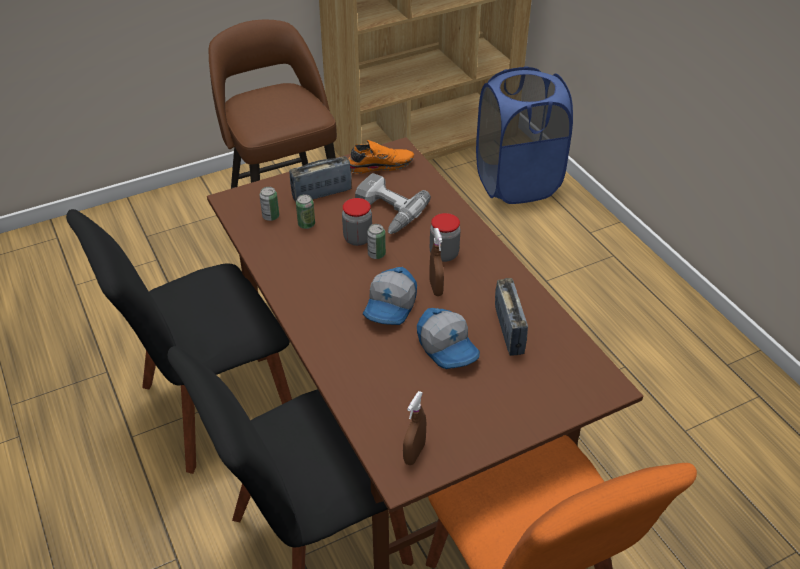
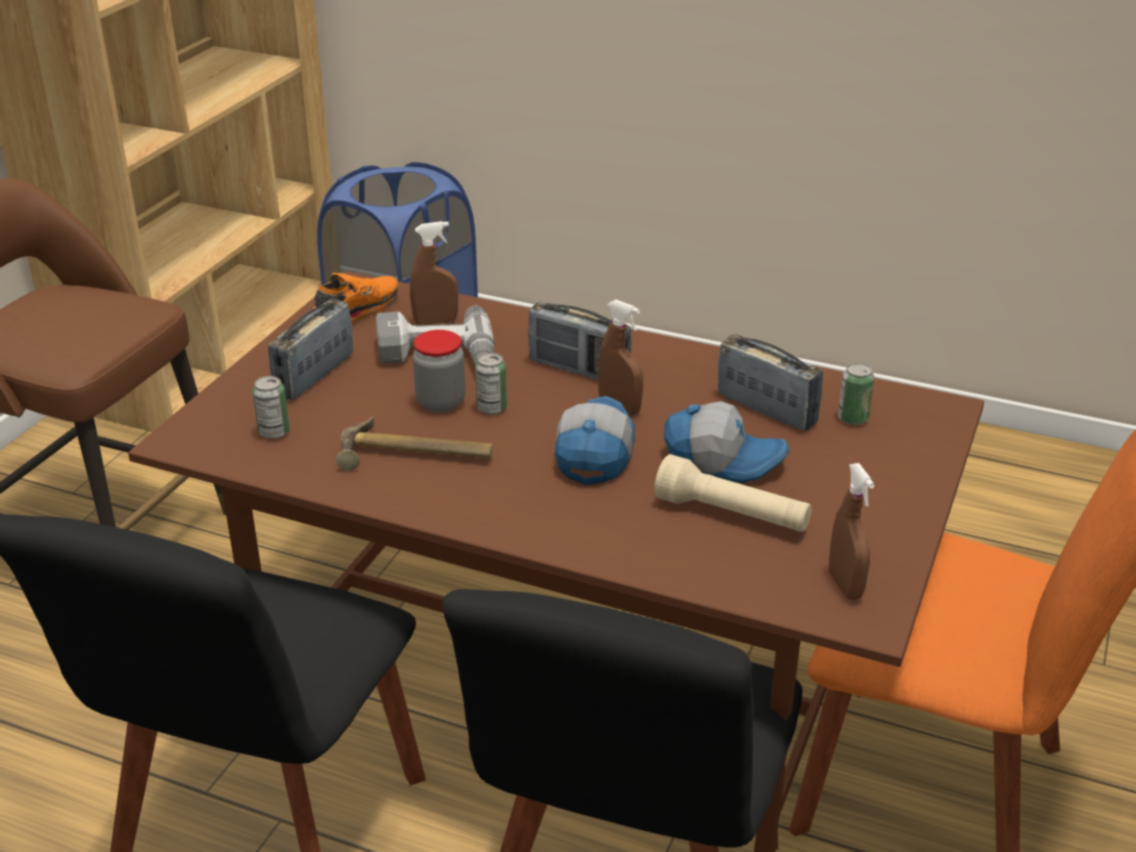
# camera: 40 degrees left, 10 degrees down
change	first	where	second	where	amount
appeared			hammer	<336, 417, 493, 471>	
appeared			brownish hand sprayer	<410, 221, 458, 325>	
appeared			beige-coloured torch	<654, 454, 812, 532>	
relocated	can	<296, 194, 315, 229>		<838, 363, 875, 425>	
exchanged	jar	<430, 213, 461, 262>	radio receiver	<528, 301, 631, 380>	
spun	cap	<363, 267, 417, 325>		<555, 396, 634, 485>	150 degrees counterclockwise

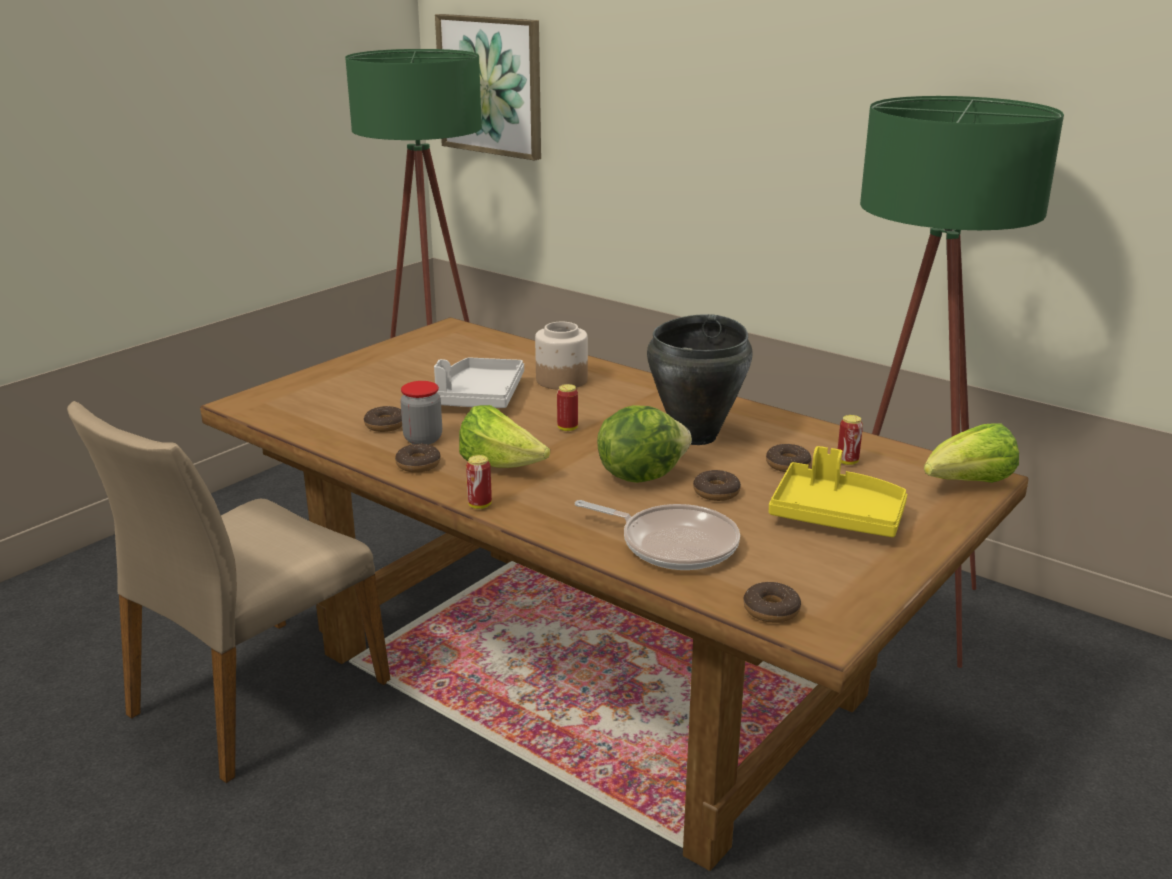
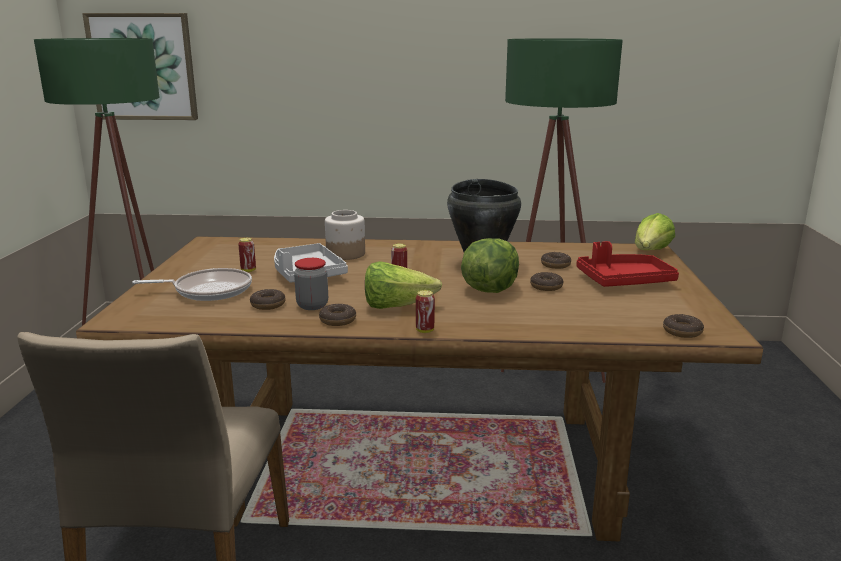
# camera: 35 degrees left, 5 degrees down
change	first	where	second	where	amount
relocated	skillet	<575, 500, 740, 570>		<132, 268, 252, 301>	
relocated	can	<838, 415, 863, 465>		<238, 238, 256, 272>	
colour	yellow-coloured carrying tray	<769, 446, 907, 537>	red-coloured carrying tray	<577, 241, 679, 287>	

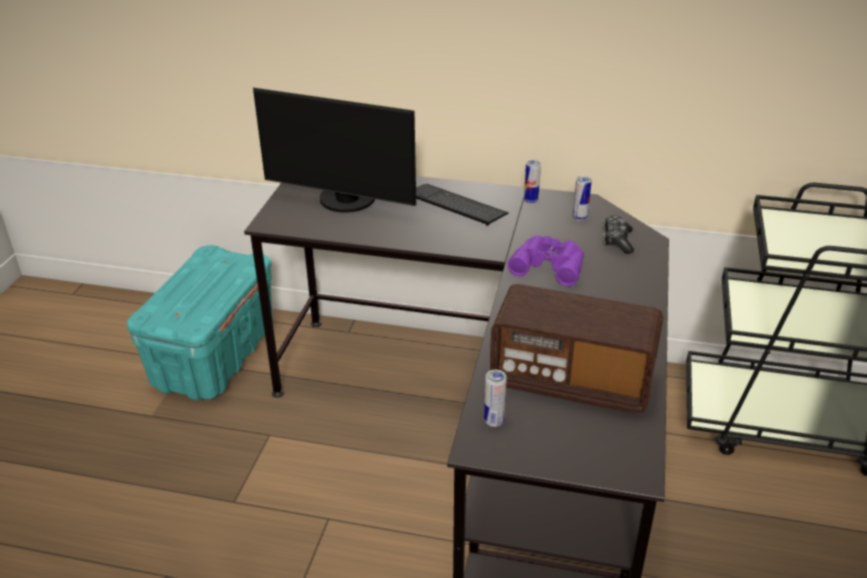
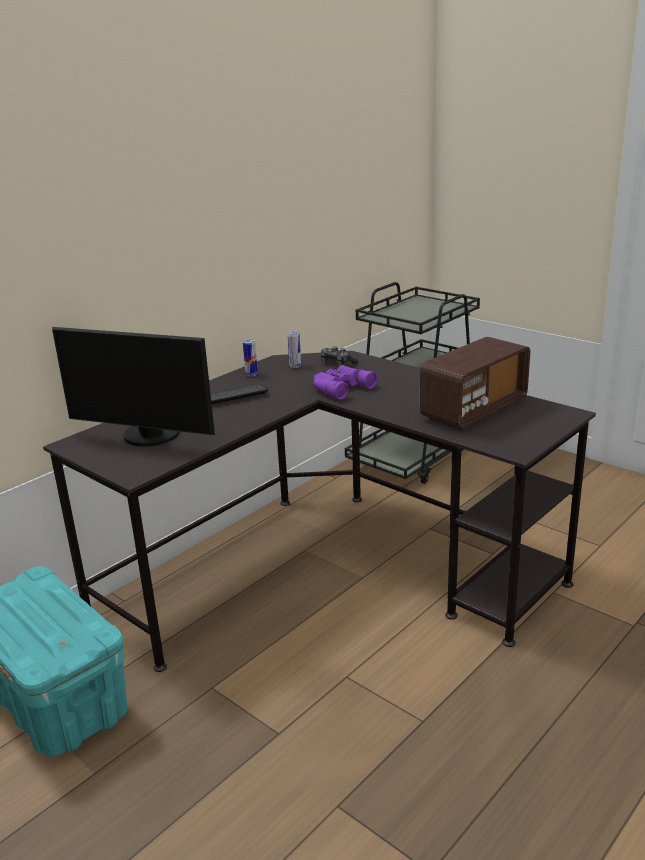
# camera: 60 degrees left, 10 degrees down
change	first	where	second	where	amount
missing	can	<484, 370, 507, 427>			
spun	computer display	<253, 88, 416, 213>		<52, 327, 215, 447>	60 degrees clockwise

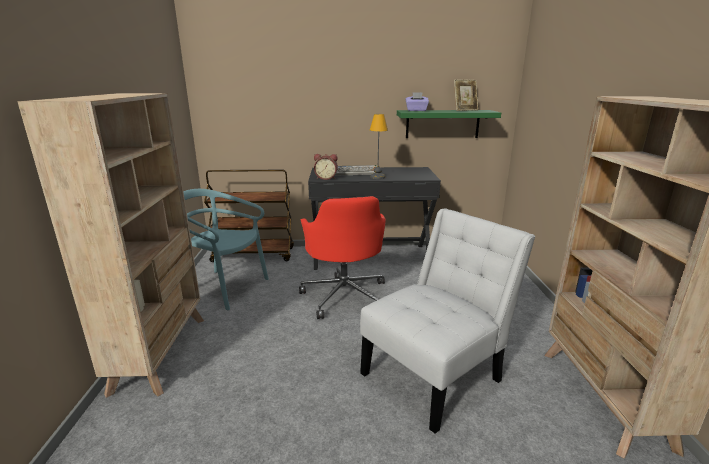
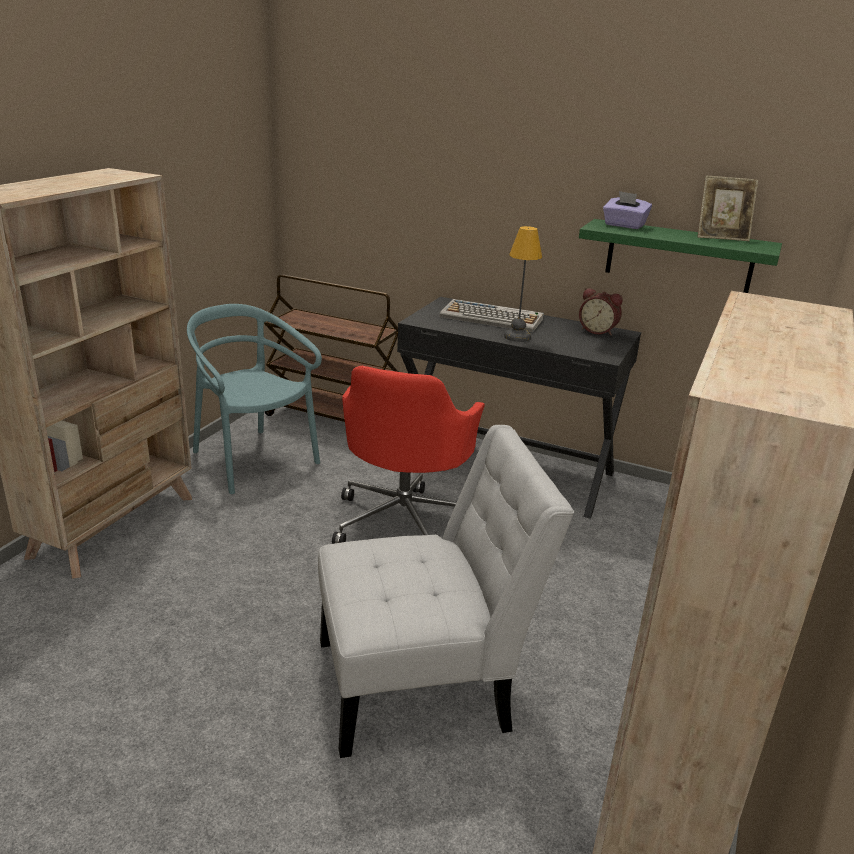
# camera: 25 degrees right, 5 degrees up
change	first	where	second	where	amount
relocated	table clock	<314, 154, 338, 180>		<579, 288, 623, 336>	

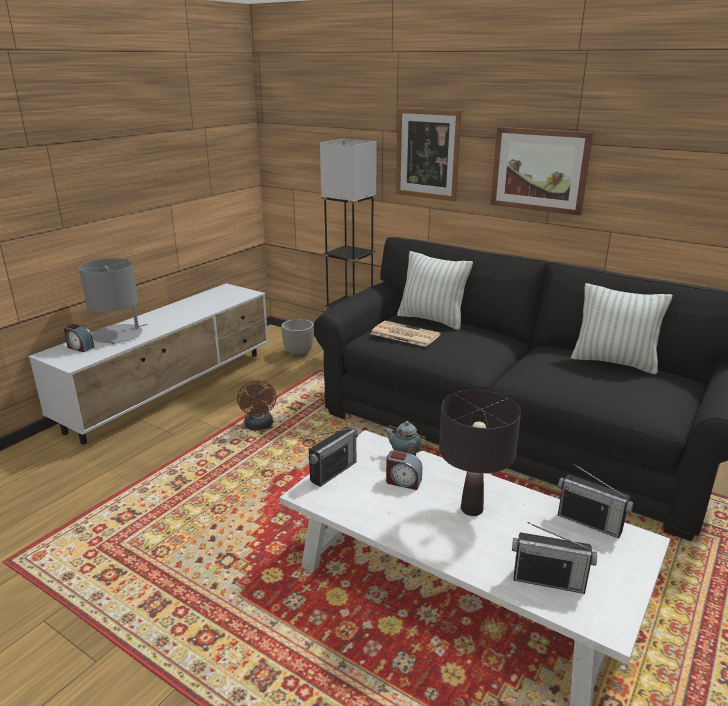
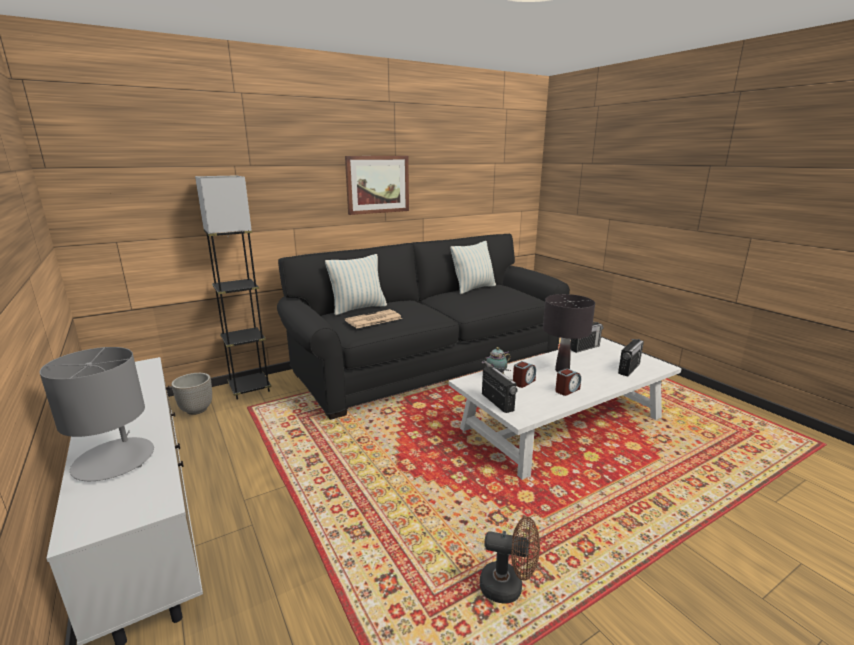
# camera: 65 degrees left, 5 degrees down
change	first	where	second	where	amount
missing	wall picture	<396, 108, 462, 201>			
relocated	table clock	<64, 324, 94, 352>		<555, 368, 581, 396>	
relocated	brownish fan	<237, 380, 277, 430>		<480, 517, 540, 603>	

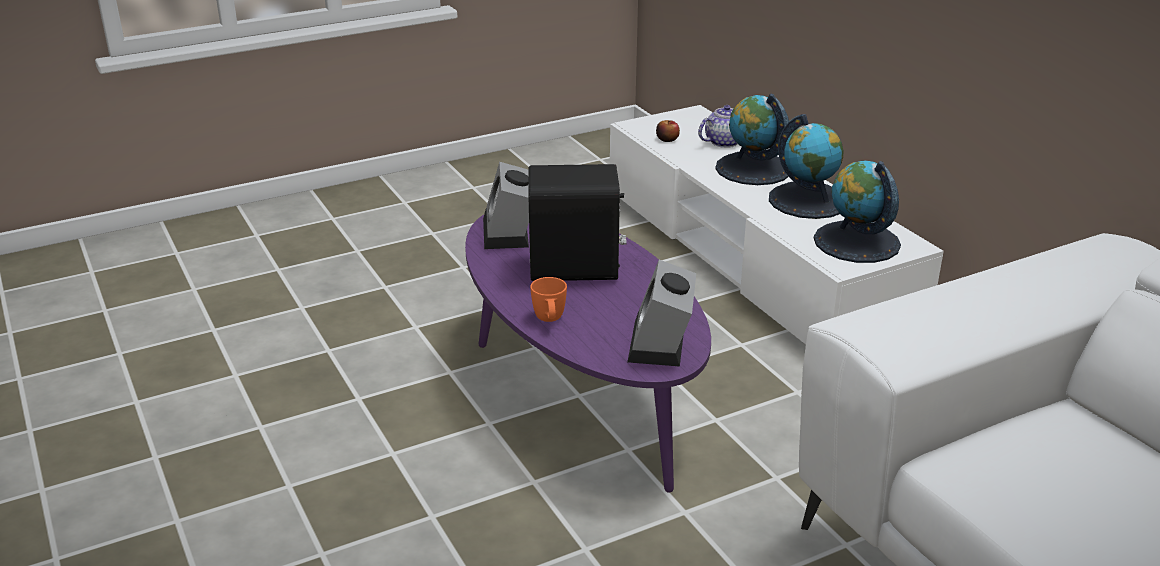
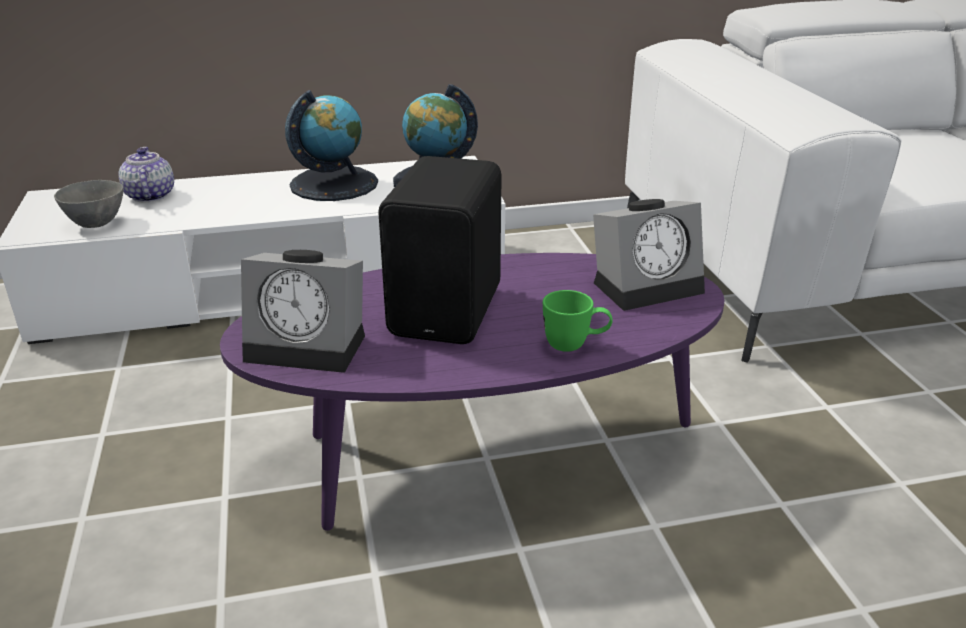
# camera: 75 degrees left, 0 degrees up
change	first	where	second	where	amount
missing	world globe	<715, 93, 789, 185>			
exchanged	whole apple	<656, 120, 680, 142>	gray deep dish	<54, 180, 123, 228>	
colour	orangey mug	<530, 277, 567, 322>	green-coloured mug	<543, 290, 613, 352>	
spun	table clock	<627, 260, 696, 367>		<593, 199, 705, 311>	45 degrees counterclockwise

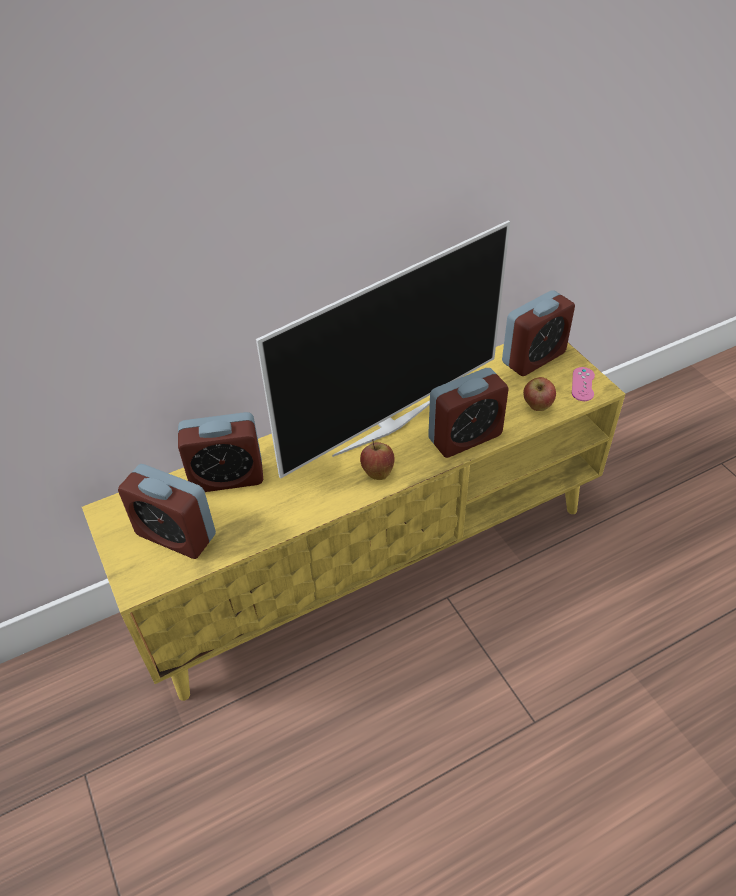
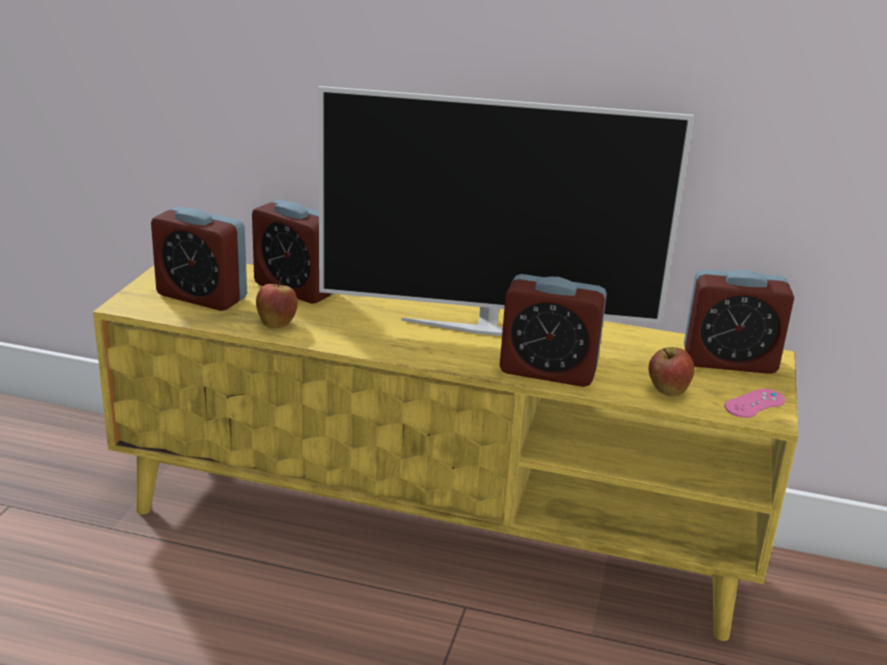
# camera: 40 degrees right, 20 degrees down
change	first	where	second	where	amount
relocated	whole apple	<360, 439, 394, 480>		<256, 276, 298, 329>	
spun	table clock	<118, 464, 216, 559>		<151, 206, 247, 311>	45 degrees counterclockwise

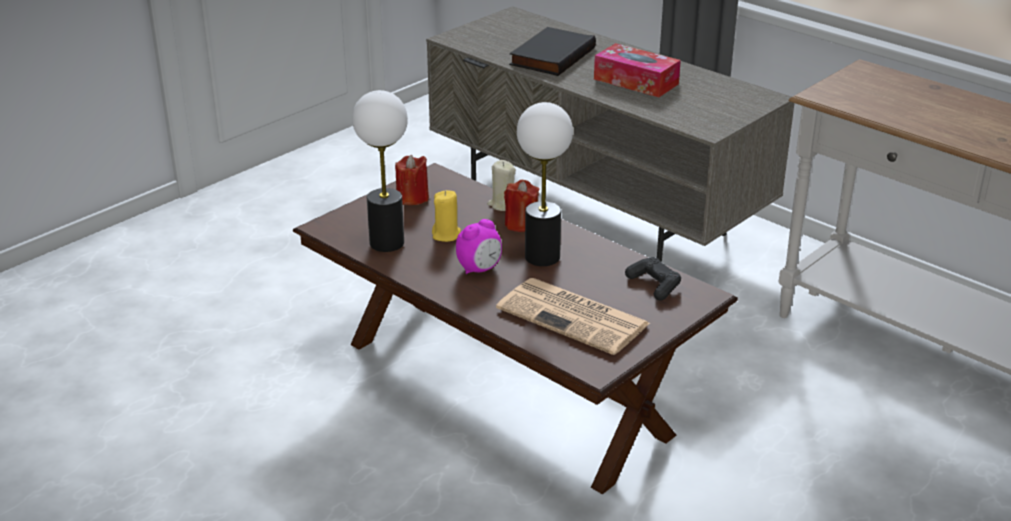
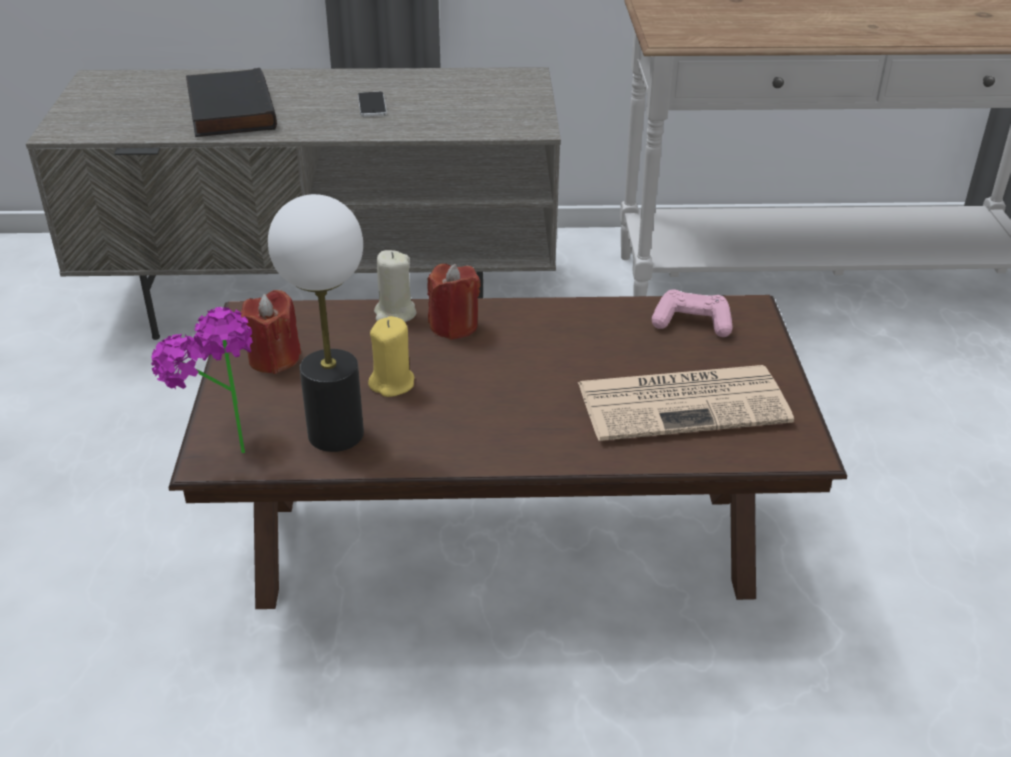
# camera: 45 degrees left, 5 degrees up
change	first	where	second	where	amount
missing	table clock	<456, 219, 502, 274>			
missing	table lamp	<517, 102, 573, 266>			
appeared			houseplant	<151, 307, 253, 453>	
exchanged	box of tissues	<594, 43, 681, 97>	handset	<358, 92, 387, 117>	
colour	black-coloured joypad	<625, 257, 681, 300>	pink joypad	<652, 290, 732, 337>	

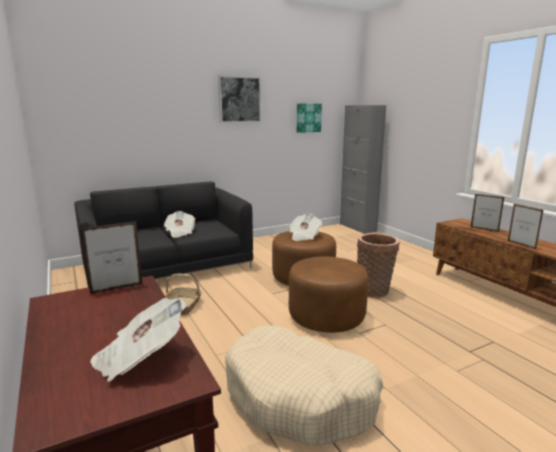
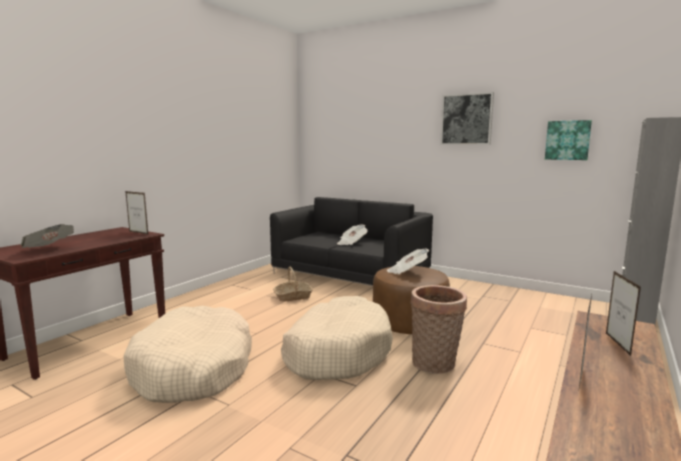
# camera: 60 degrees right, 5 degrees down
change	first	where	second	where	amount
exchanged	brownish footrest	<289, 257, 368, 333>	beige-coloured pet bed	<281, 296, 393, 380>	

